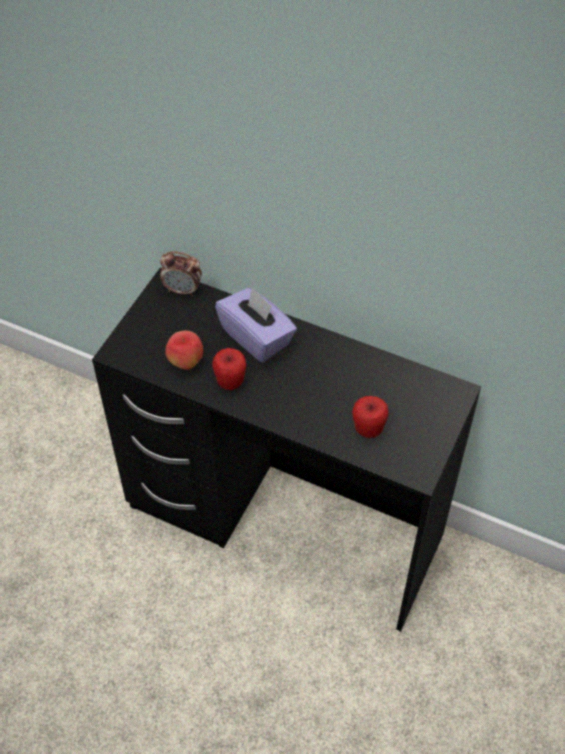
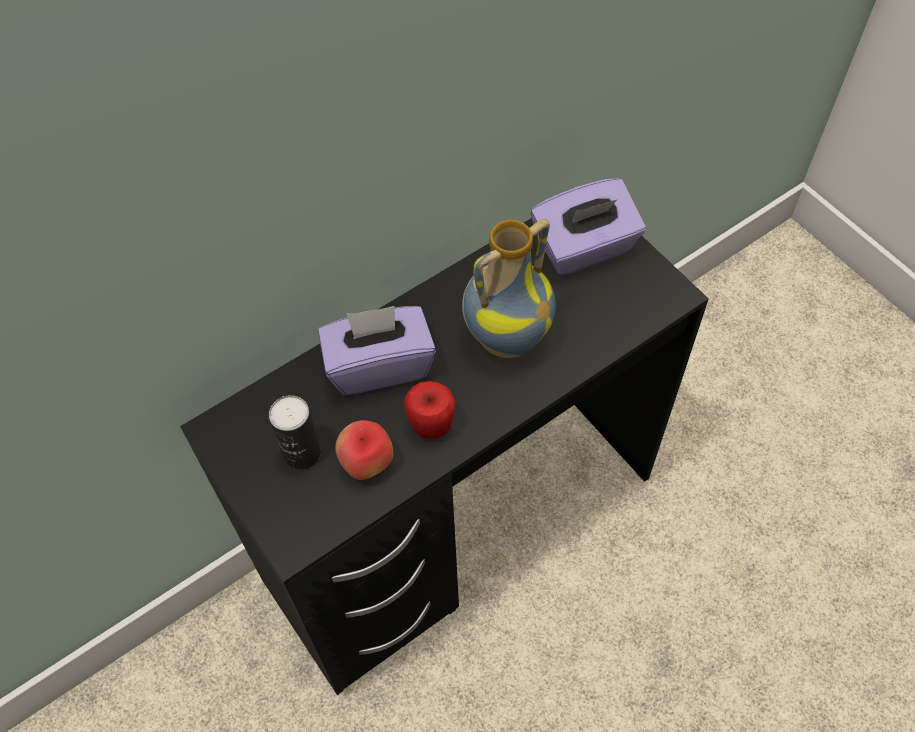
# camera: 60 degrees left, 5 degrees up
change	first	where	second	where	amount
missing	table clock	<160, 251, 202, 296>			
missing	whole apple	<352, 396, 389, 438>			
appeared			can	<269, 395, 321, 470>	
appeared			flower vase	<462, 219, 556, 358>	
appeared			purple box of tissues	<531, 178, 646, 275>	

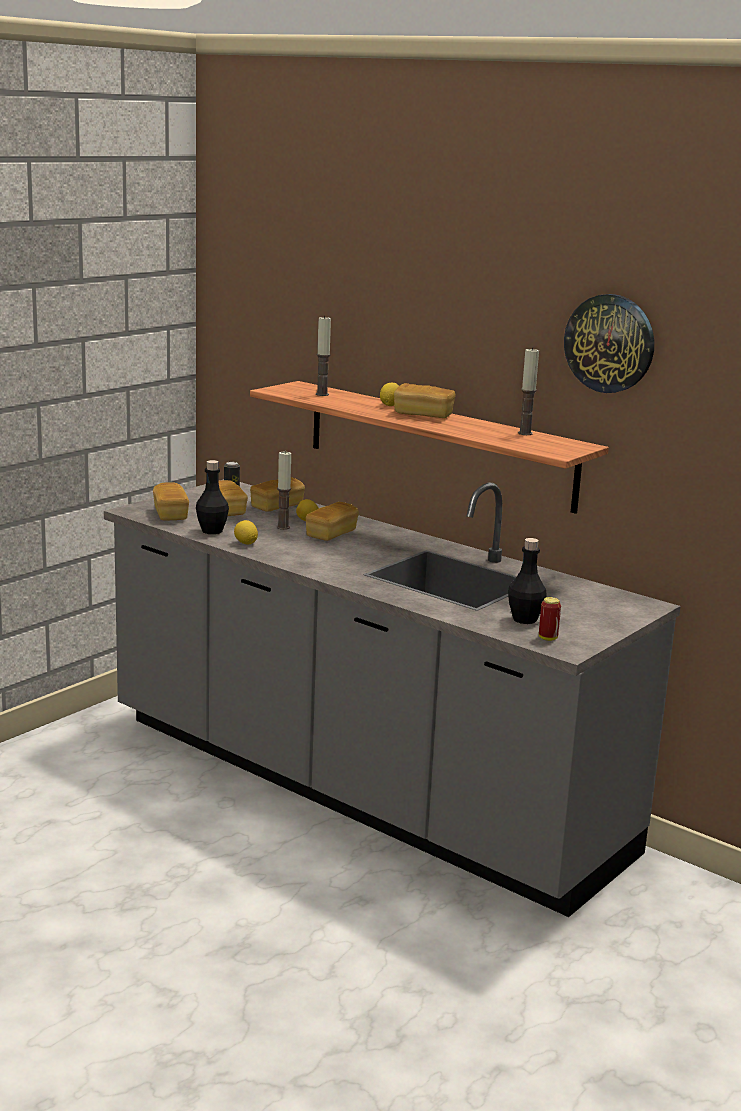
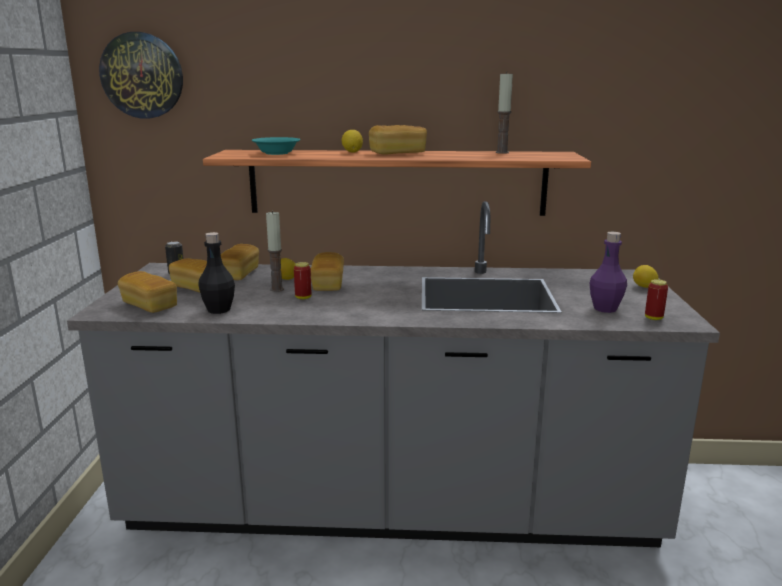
# camera: 35 degrees left, 0 degrees up
change	first	where	second	where	amount
appeared			can	<294, 262, 312, 299>	
relocated	lemon	<234, 520, 258, 544>		<633, 265, 659, 288>	
relocated	wall clock	<564, 294, 654, 393>		<99, 32, 183, 119>	
exchanged	wax candle	<316, 316, 331, 396>	blue-green deep dish	<252, 137, 301, 155>	
colour	black-coloured beverage bottle	<508, 538, 547, 624>	purple beverage bottle	<590, 232, 627, 313>	

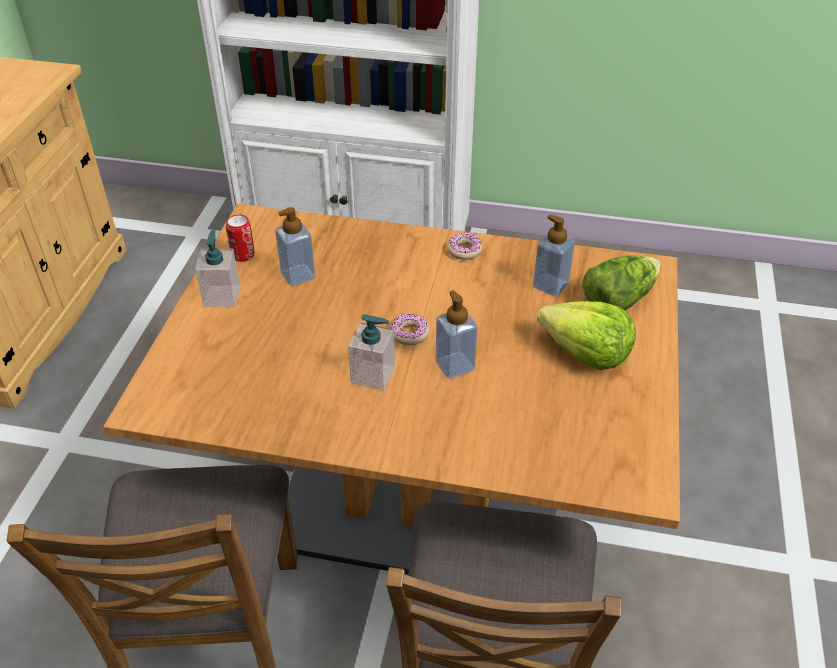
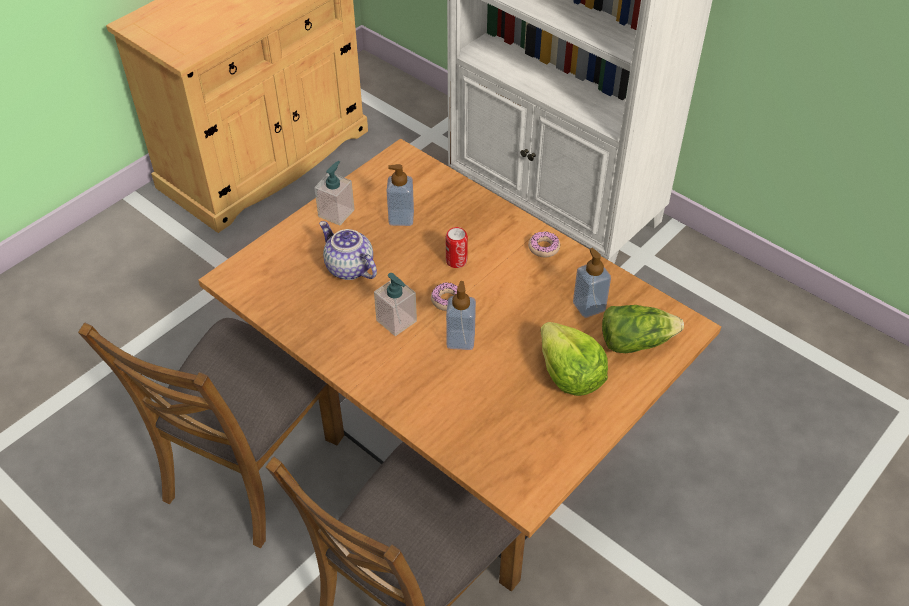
# camera: 30 degrees right, 5 degrees up
change	first	where	second	where	amount
appeared			teapot	<319, 221, 377, 280>	
relocated	can	<226, 214, 255, 262>		<446, 227, 468, 268>	

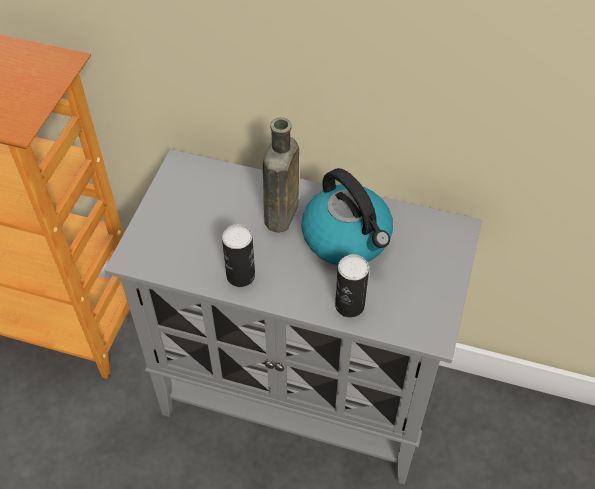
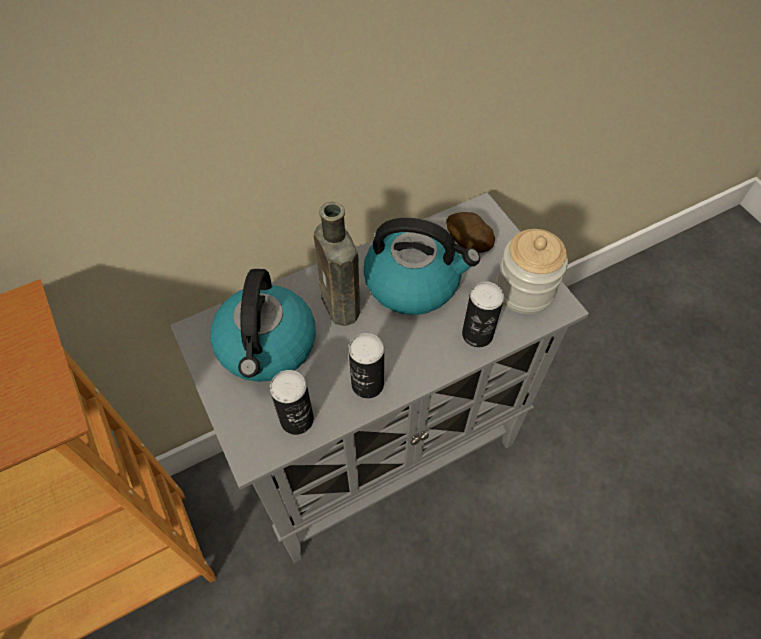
# camera: 45 degrees left, 5 degrees up
change	first	where	second	where	amount
appeared			kettle	<210, 269, 316, 382>	
appeared			can	<270, 370, 314, 435>	
appeared			whole potato	<446, 212, 495, 253>	
appeared			jar	<496, 229, 568, 314>	

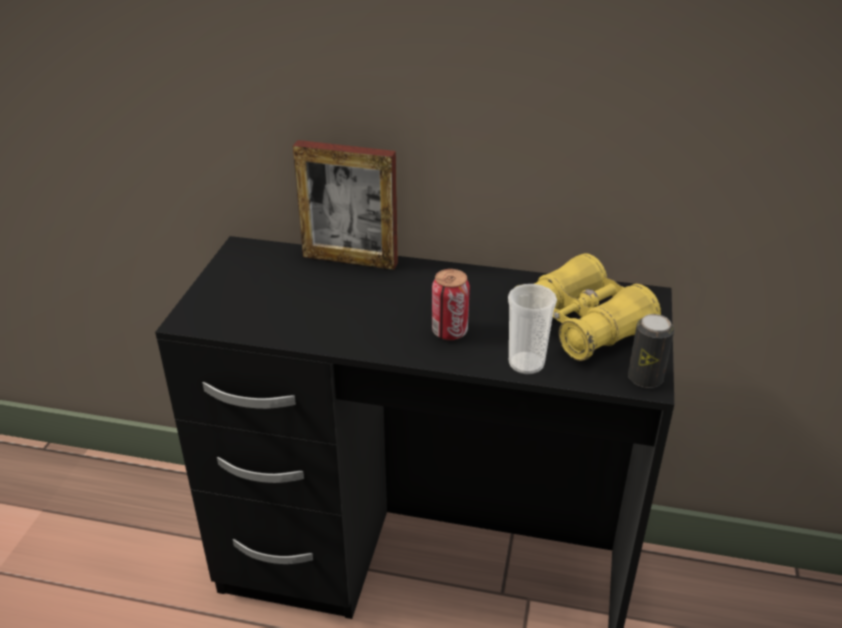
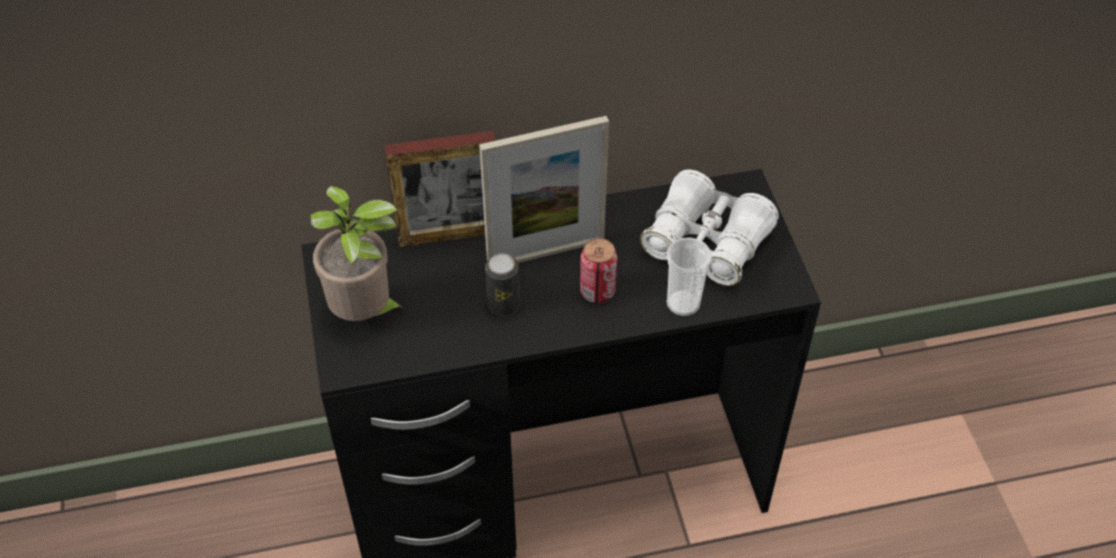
# camera: 25 degrees left, 15 degrees up
change	first	where	second	where	amount
appeared			houseplant	<311, 186, 407, 321>	
appeared			standing frame	<479, 116, 609, 263>	
relocated	can	<628, 314, 674, 388>		<485, 253, 520, 316>	
colour	yellow-coloured pair of binoculars	<514, 253, 661, 361>	whitish pair of binoculars	<640, 170, 779, 286>	

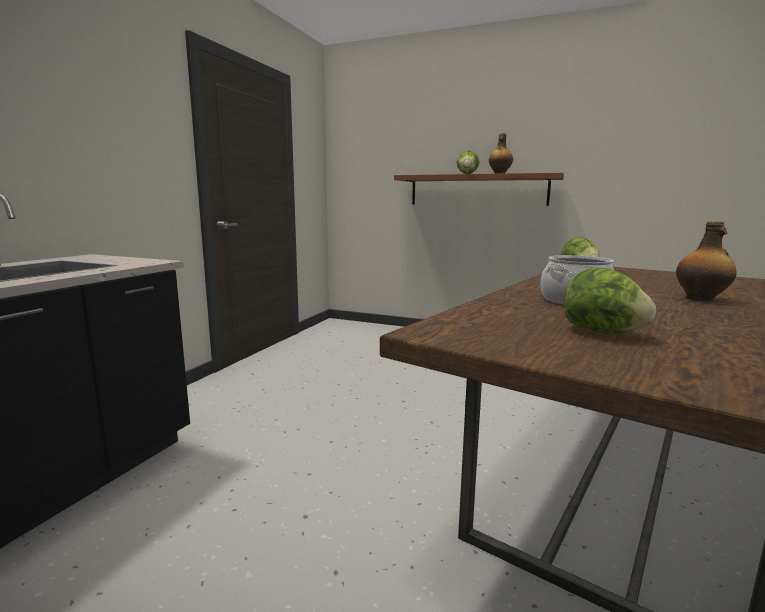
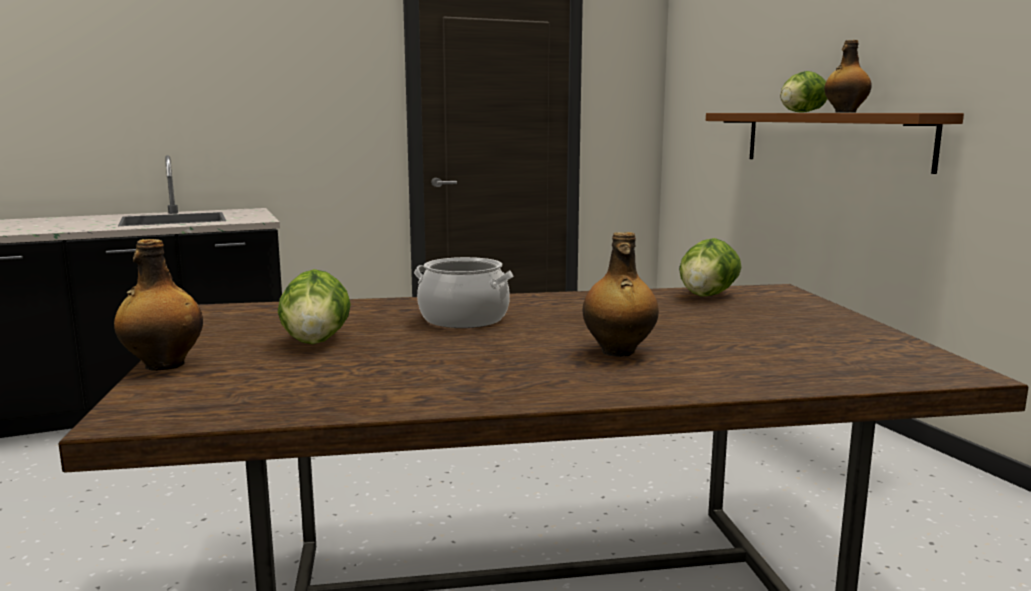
# camera: 45 degrees right, 0 degrees up
change	first	where	second	where	amount
appeared			beverage bottle	<114, 239, 203, 371>	

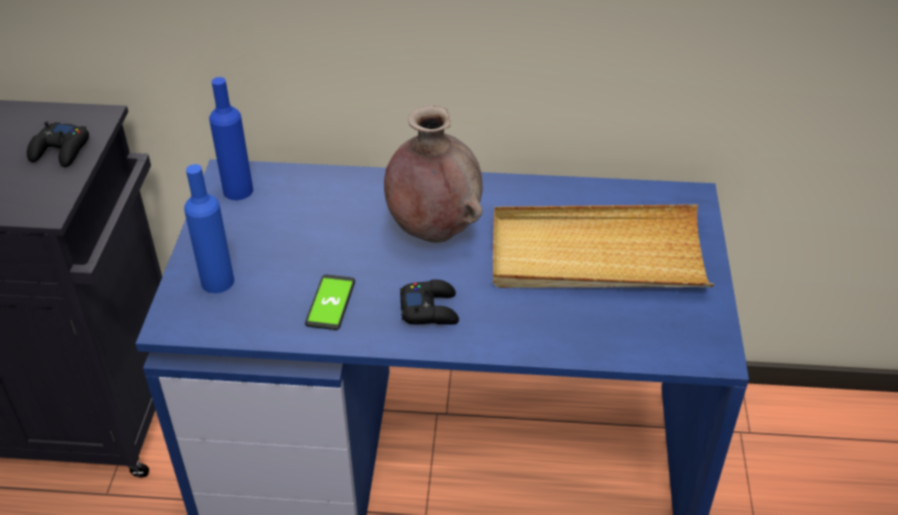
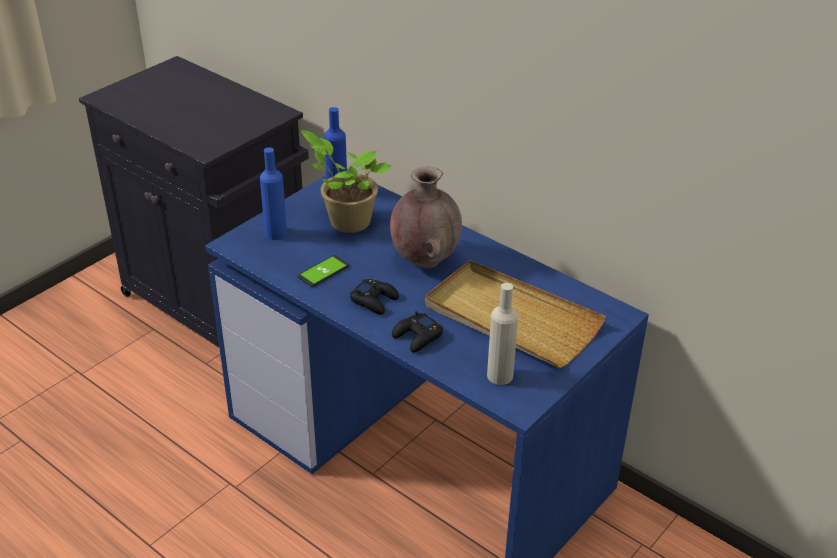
# camera: 35 degrees right, 5 degrees down
change	first	where	second	where	amount
appeared			houseplant	<301, 130, 392, 233>	
appeared			beige-coloured beverage bottle	<487, 283, 518, 385>	
relocated	black-coloured joypad	<27, 122, 89, 167>		<392, 311, 443, 353>	

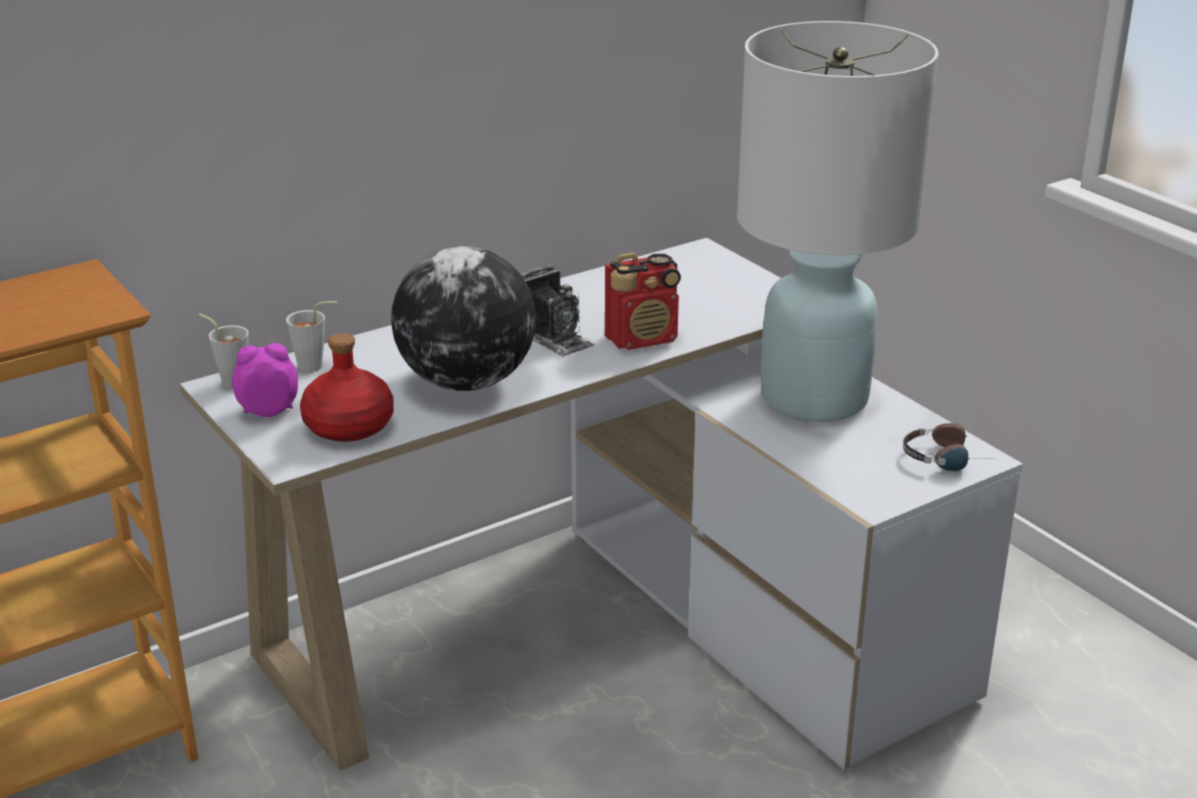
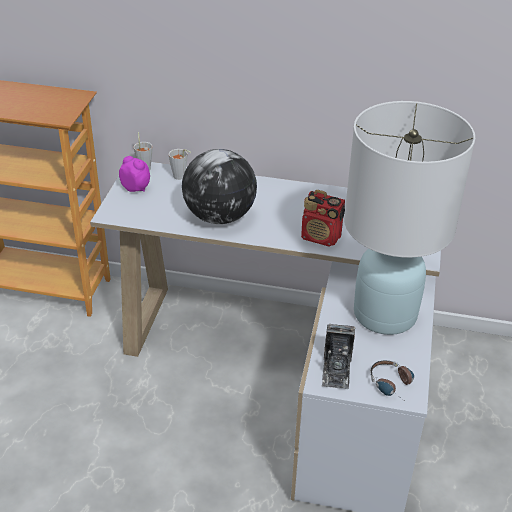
# camera: 45 degrees right, 10 degrees up
change	first	where	second	where	amount
missing	red-coloured beverage bottle	<300, 333, 394, 442>			
relocated	still camera	<521, 265, 595, 357>		<322, 324, 355, 389>	

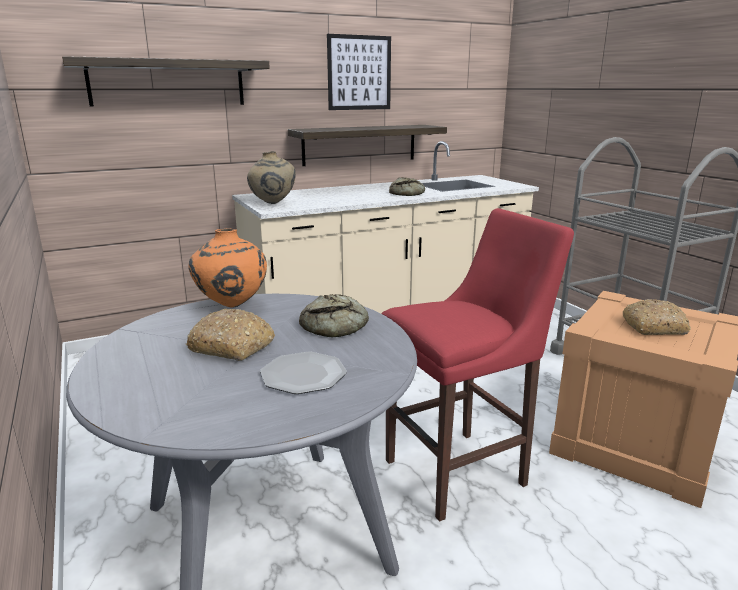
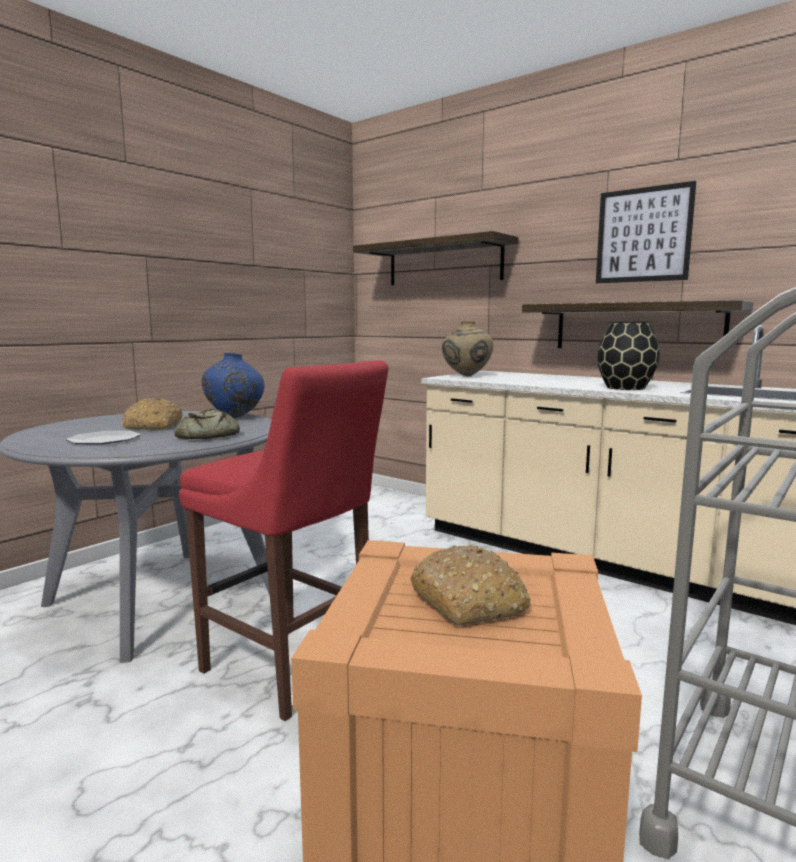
# camera: 65 degrees right, 10 degrees down
change	first	where	second	where	amount
exchanged	baked bread	<389, 177, 425, 196>	black-coloured flower vase	<597, 321, 660, 390>	
colour	orangey flower vase	<188, 228, 267, 308>	blue-coloured flower vase	<201, 353, 265, 418>	

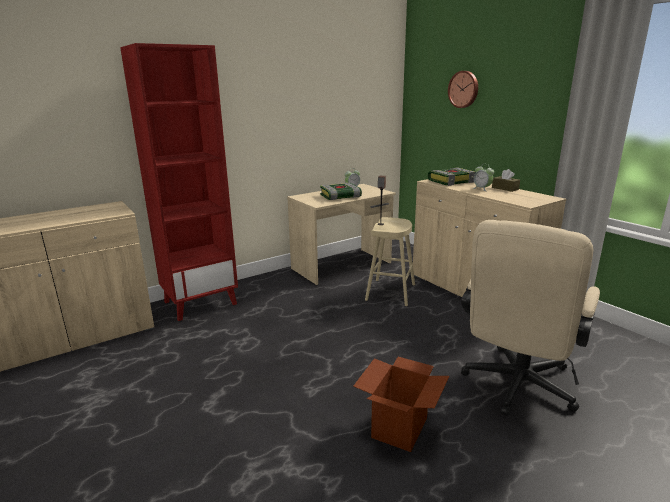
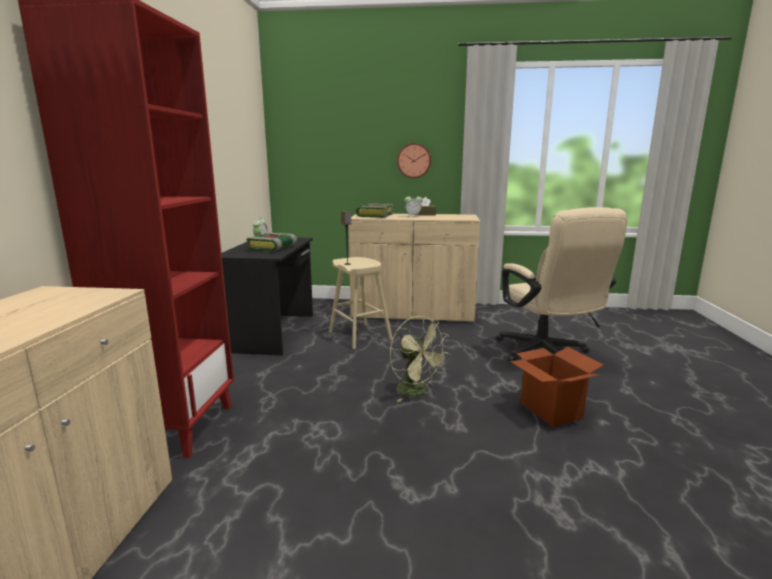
# camera: 50 degrees left, 5 degrees down
change	first	where	second	where	amount
appeared			green-coloured fan	<390, 316, 450, 402>	
relocated	wall clock	<448, 71, 478, 108>		<397, 143, 431, 178>	
colour	beige-coloured desk unit	<287, 184, 396, 285>	black-coloured desk unit	<221, 238, 313, 355>	

